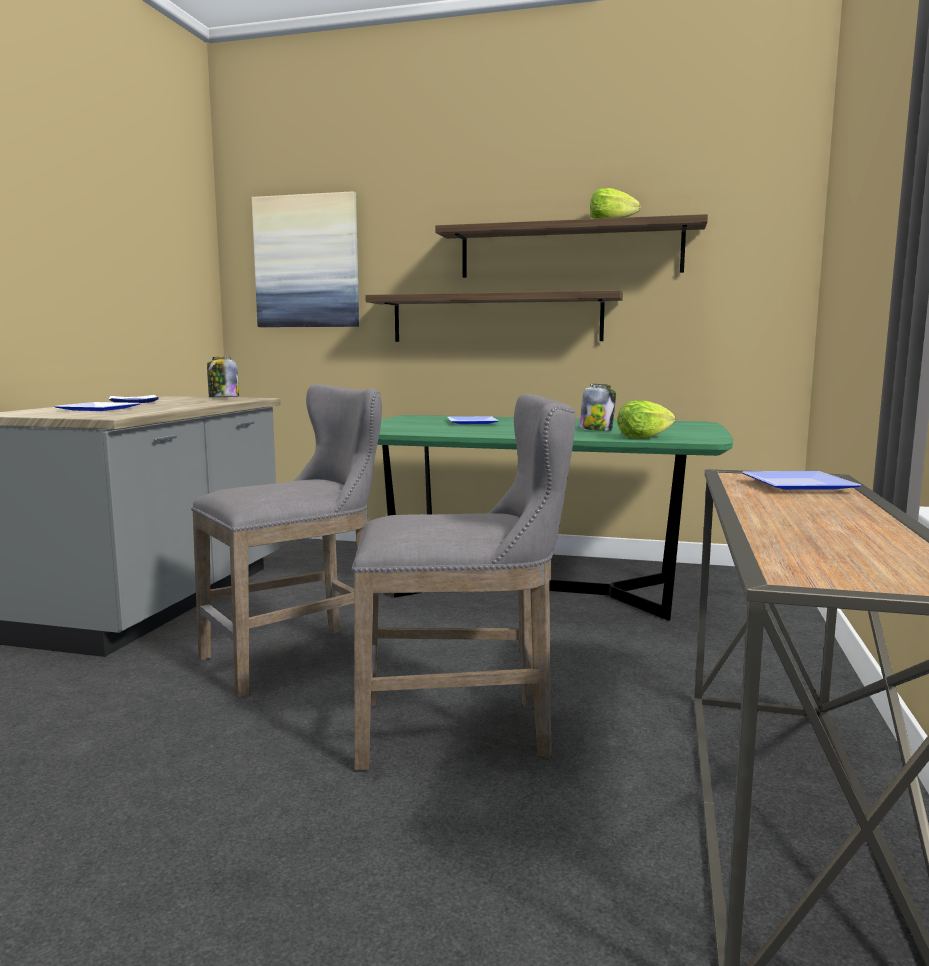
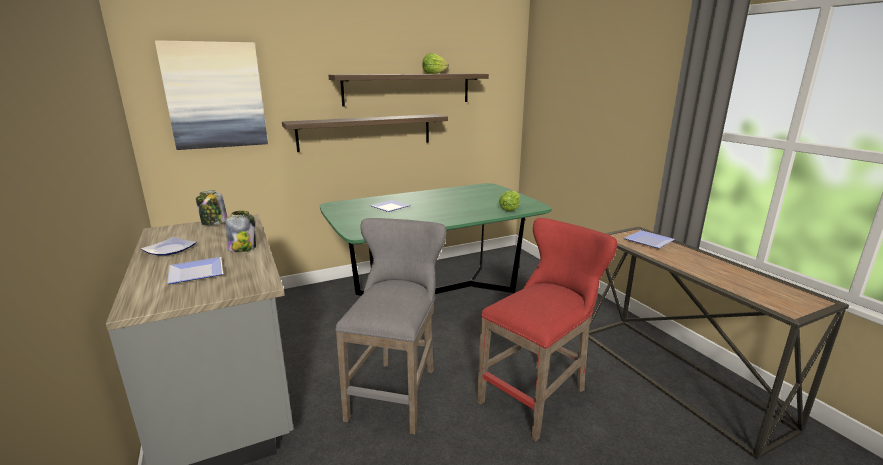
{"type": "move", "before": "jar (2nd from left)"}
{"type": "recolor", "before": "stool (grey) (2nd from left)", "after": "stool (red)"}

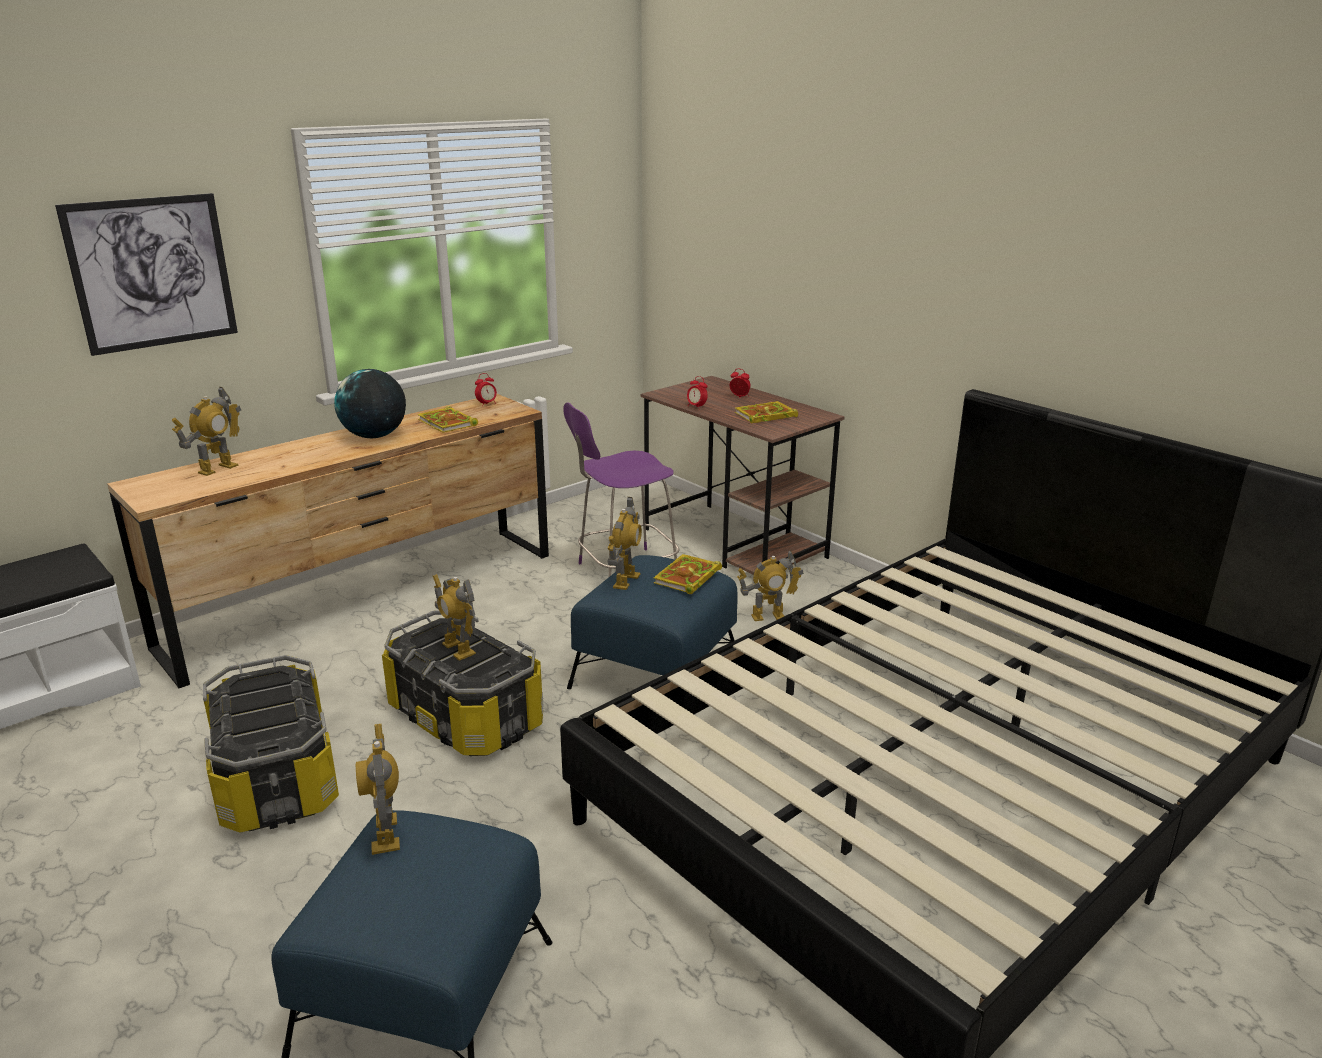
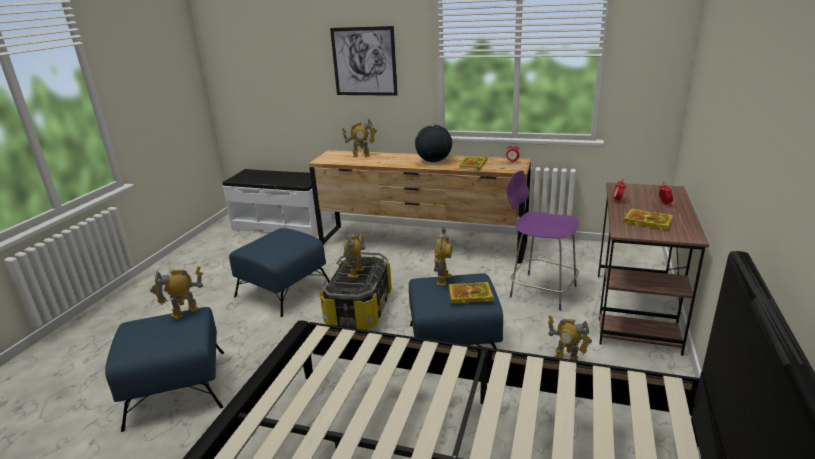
{"type": "replace", "before": "storage box (1st from left)", "after": "ottoman (blue) (2nd from left)"}
{"type": "rotate", "before": "toy robot (4th from left)", "turn": -60}

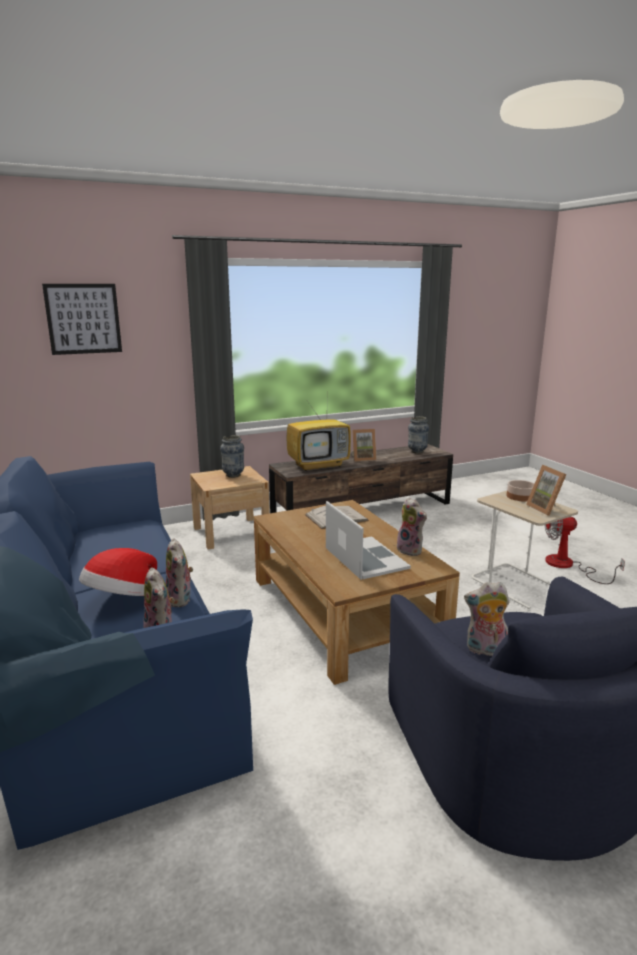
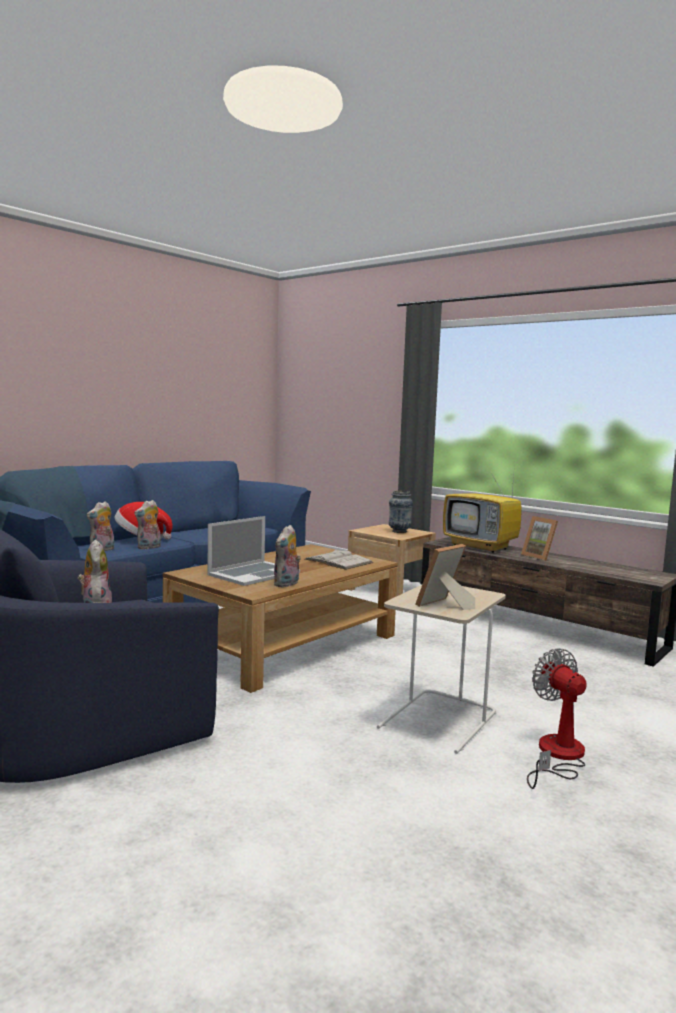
{"type": "delete", "before": "picture"}
{"type": "delete", "before": "vase (2nd from left)"}
{"type": "delete", "before": "bowl"}

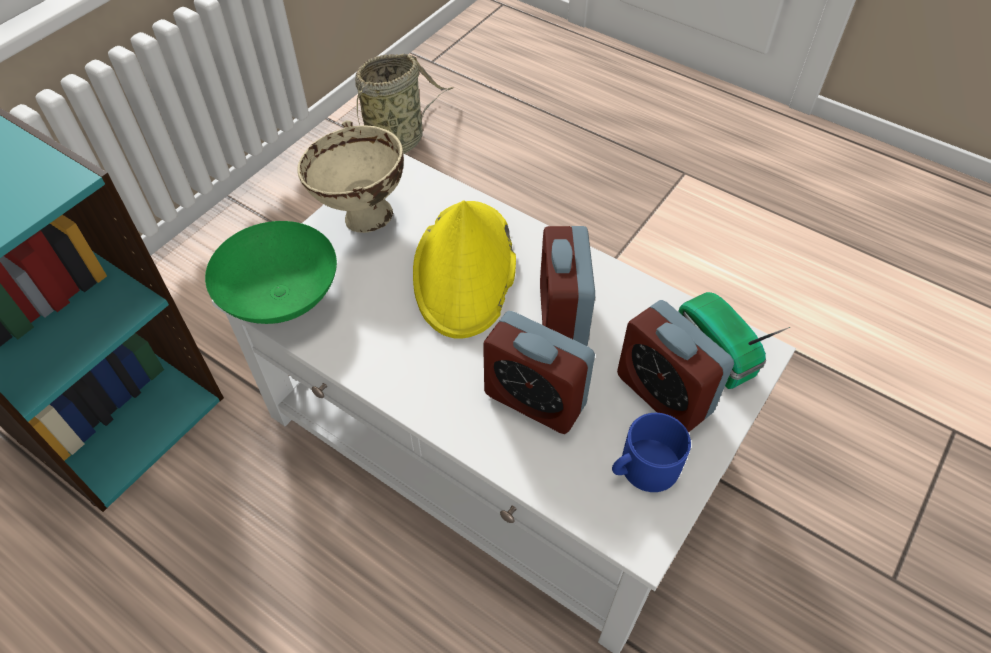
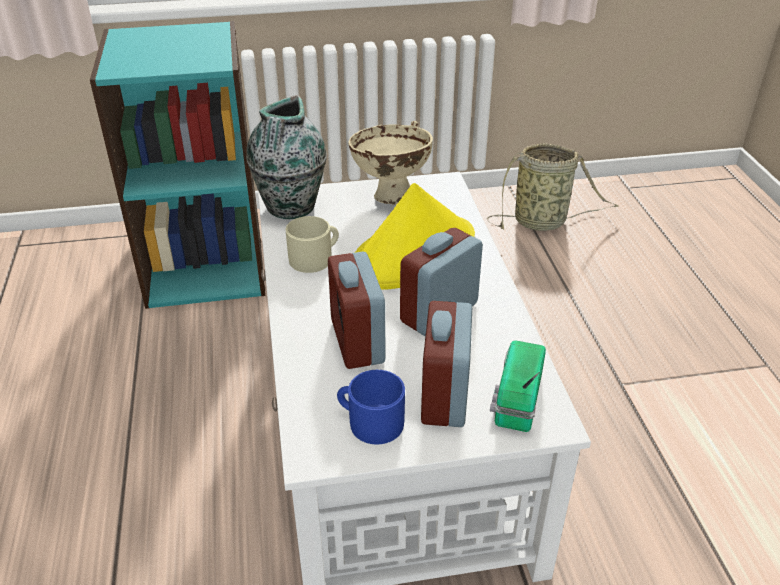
{"type": "replace", "before": "bowl (green)", "after": "vase"}
{"type": "insert", "after": "mug (beige)"}

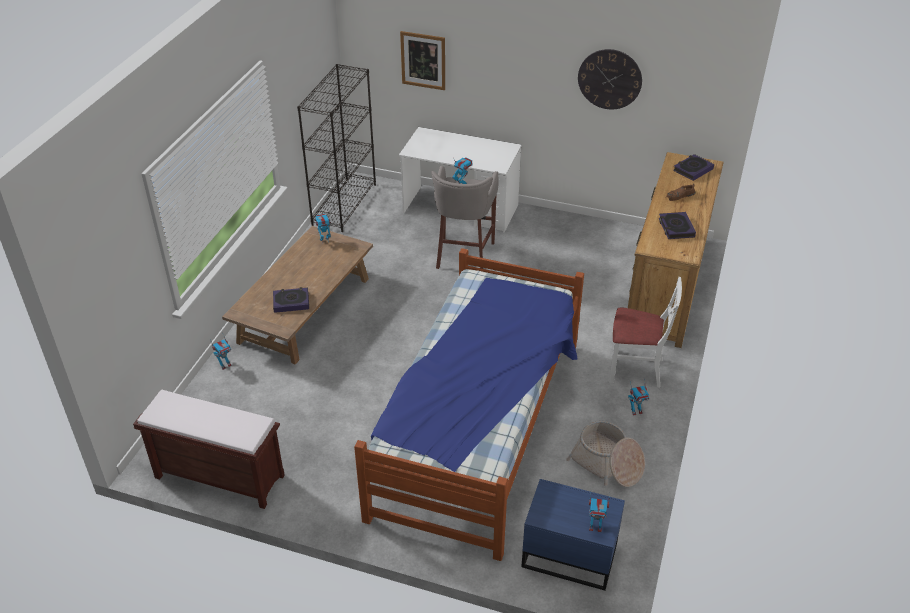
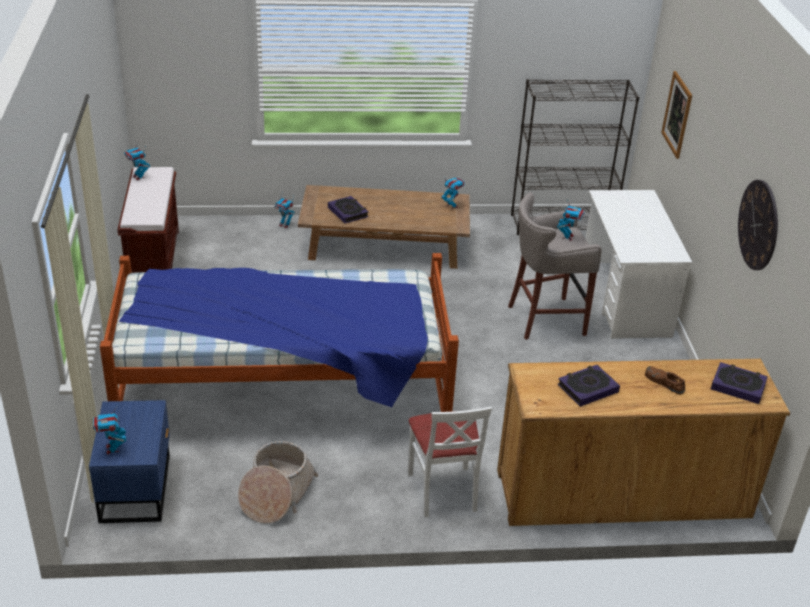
{"type": "move", "before": "toy robot (5th from left in the first image)", "after": "toy robot (2nd from left)"}

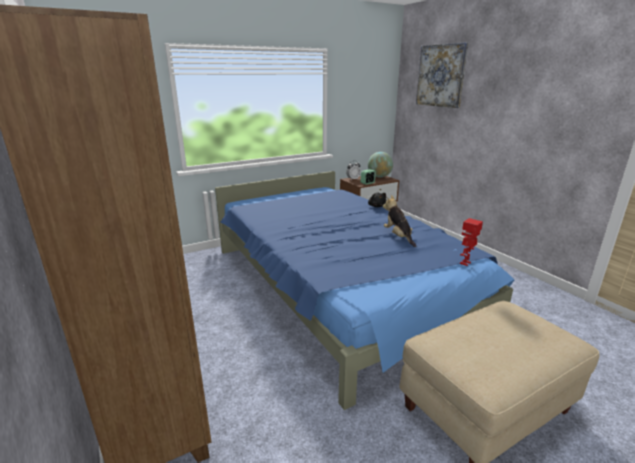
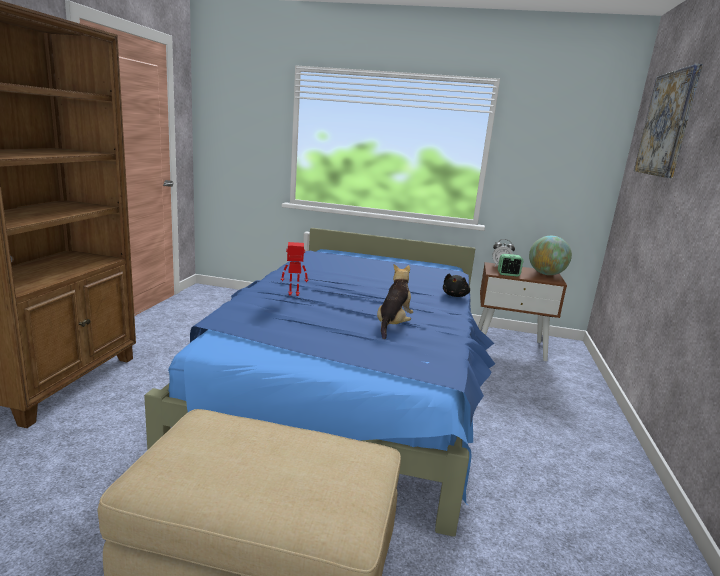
{"type": "move", "before": "toy robot"}

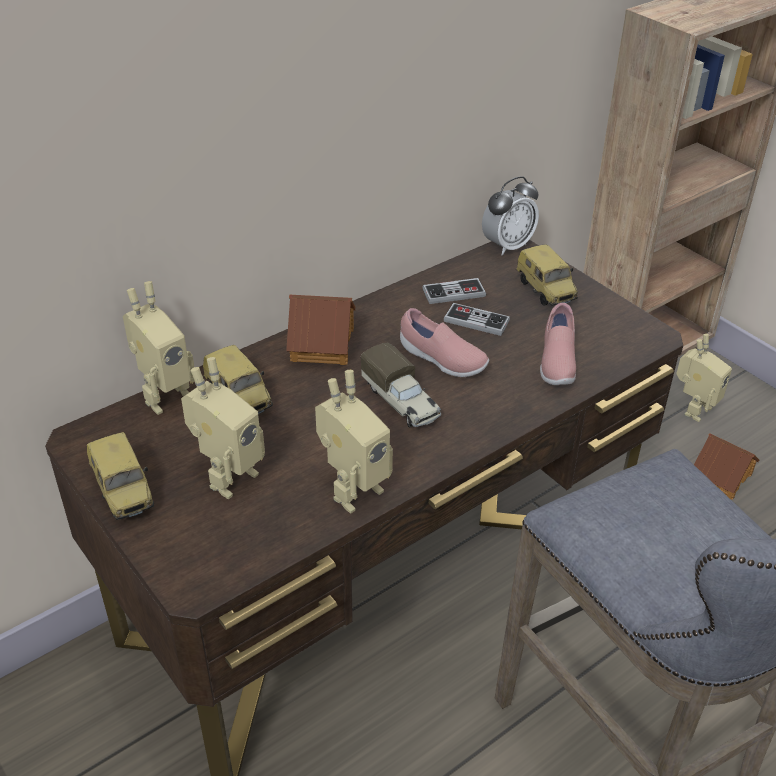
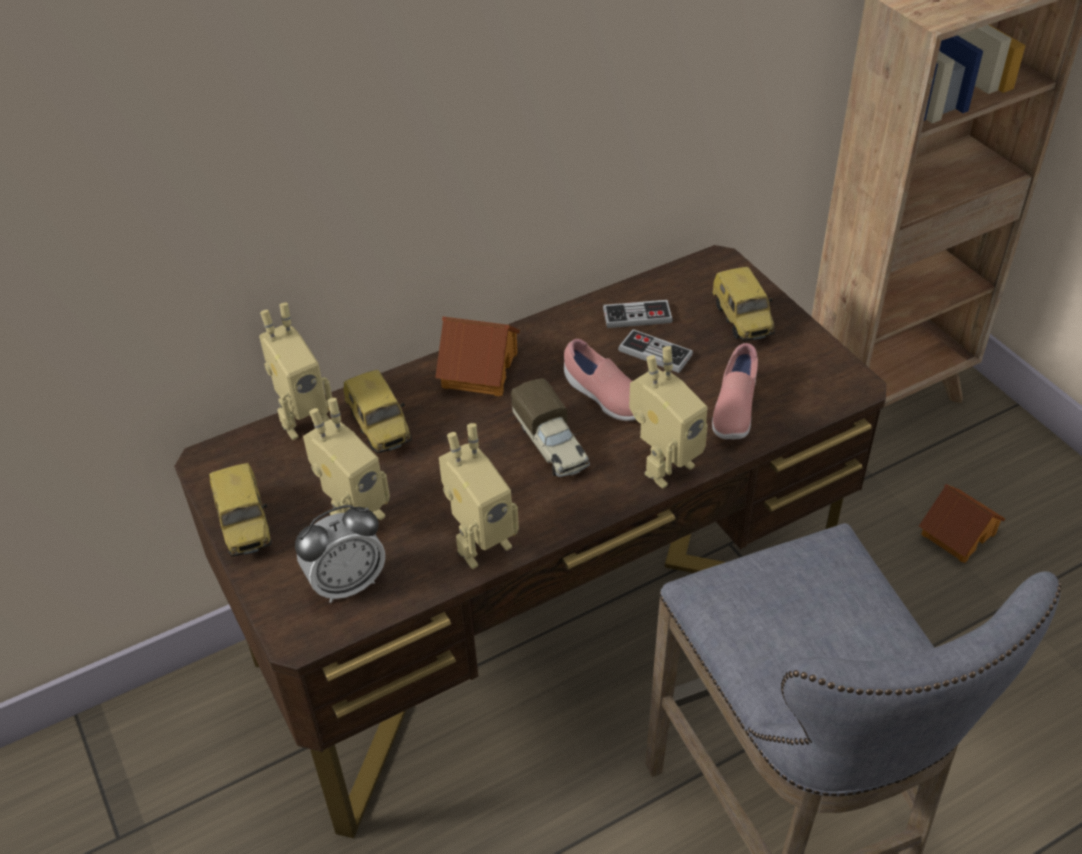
{"type": "move", "before": "alarm clock"}
{"type": "move", "before": "toy robot (4th from left)"}

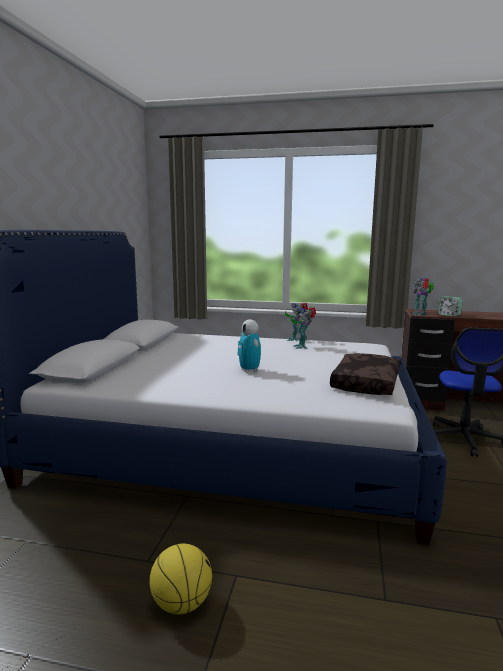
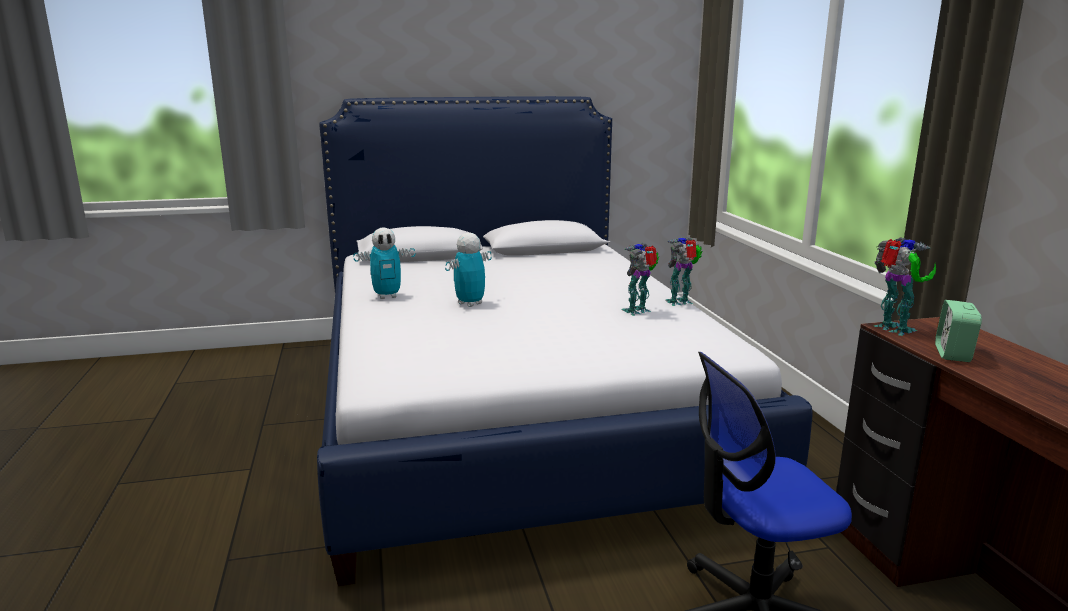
{"type": "insert", "after": "toy robot (1st from left)"}
{"type": "delete", "before": "basketball"}
{"type": "delete", "before": "pillow (brown)"}

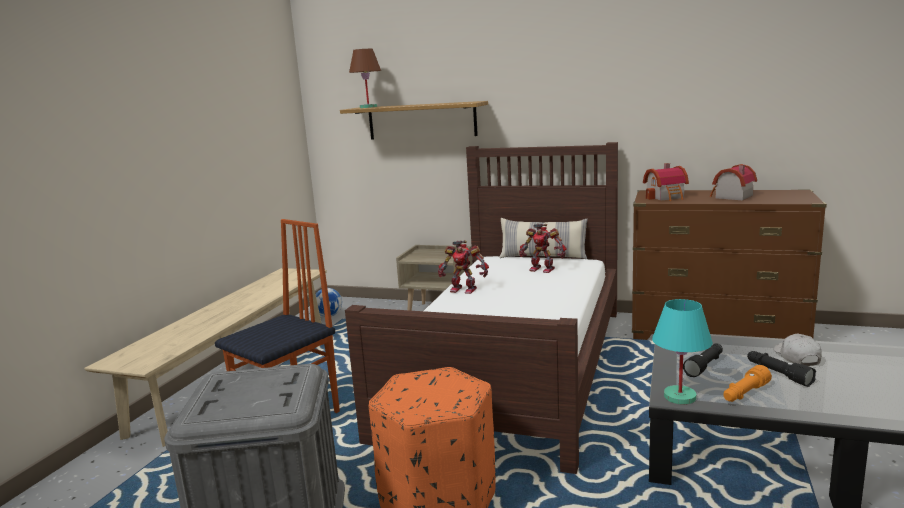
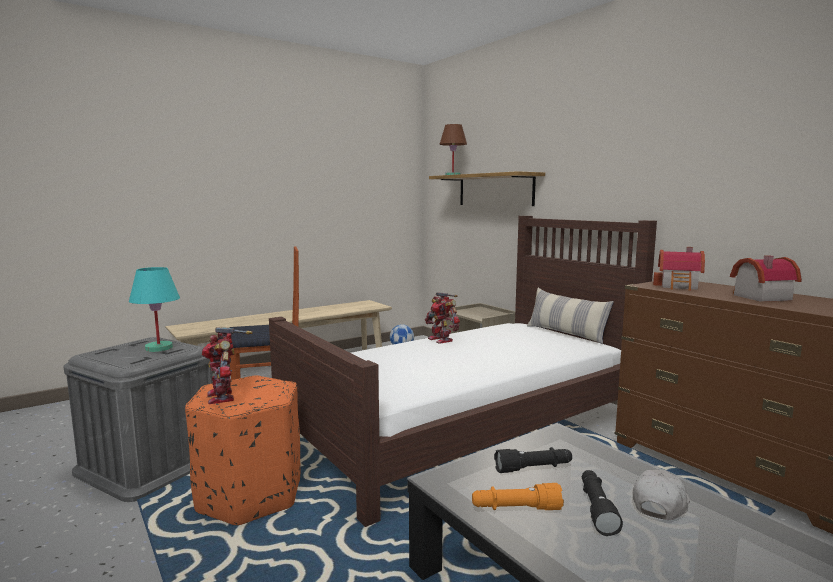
{"type": "move", "before": "table lamp (turquoise)"}
{"type": "move", "before": "toy robot (2nd from left in the first image)", "after": "toy robot (1st from left)"}

